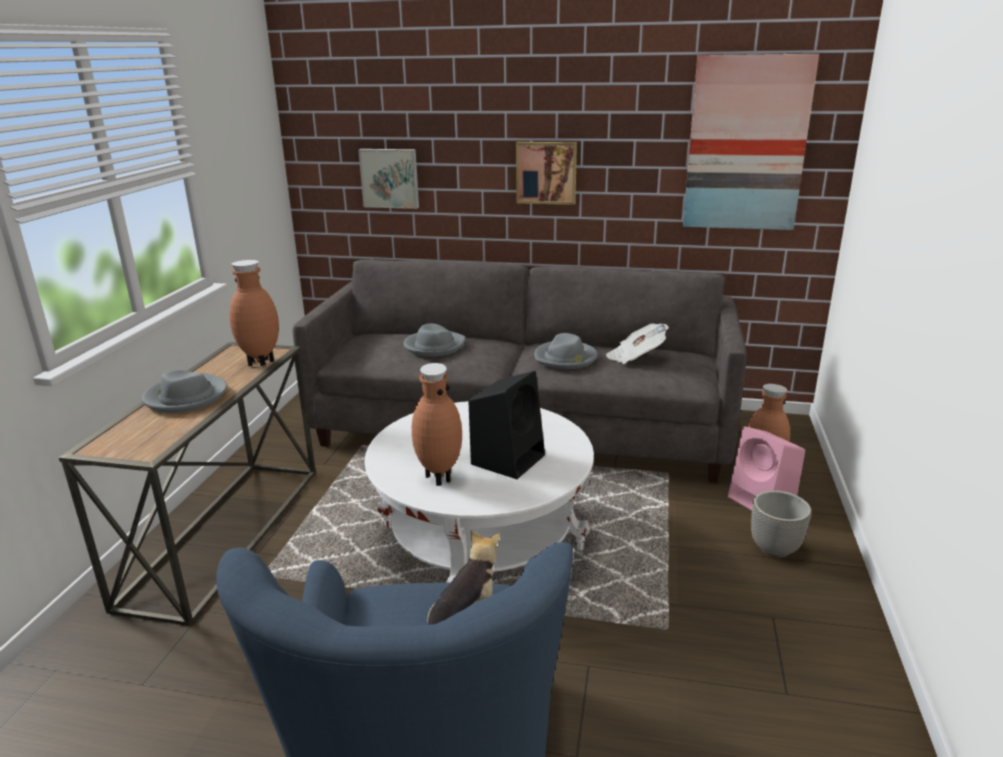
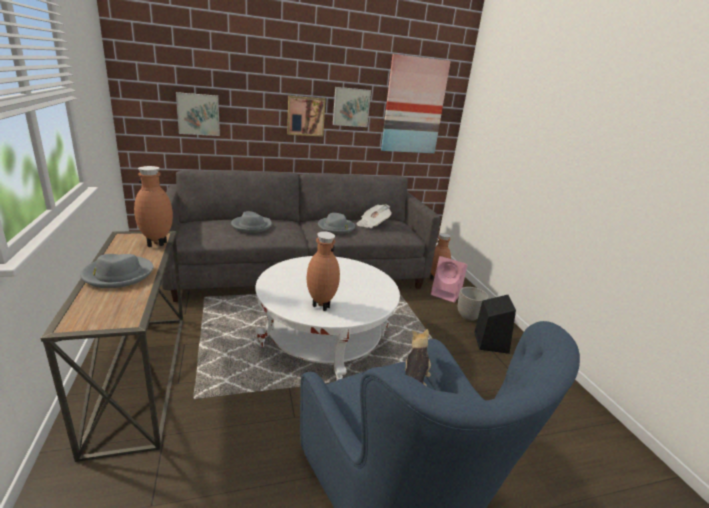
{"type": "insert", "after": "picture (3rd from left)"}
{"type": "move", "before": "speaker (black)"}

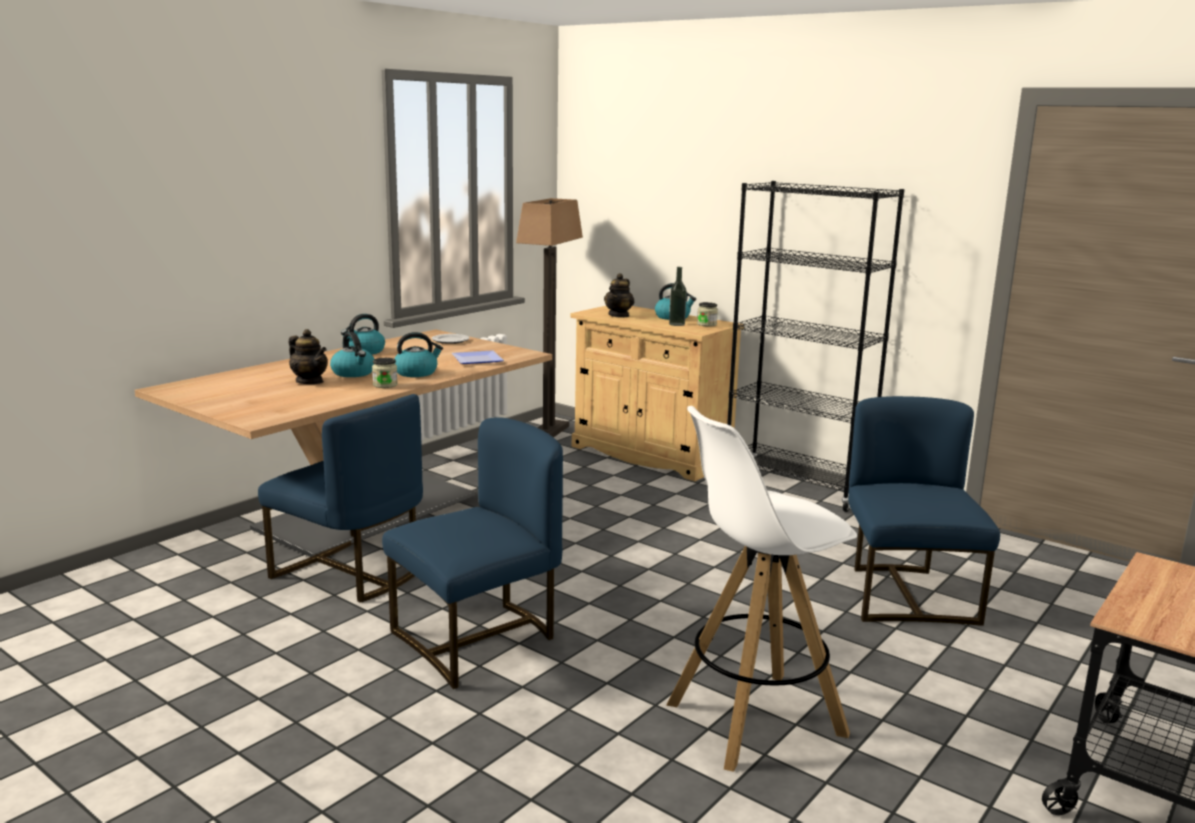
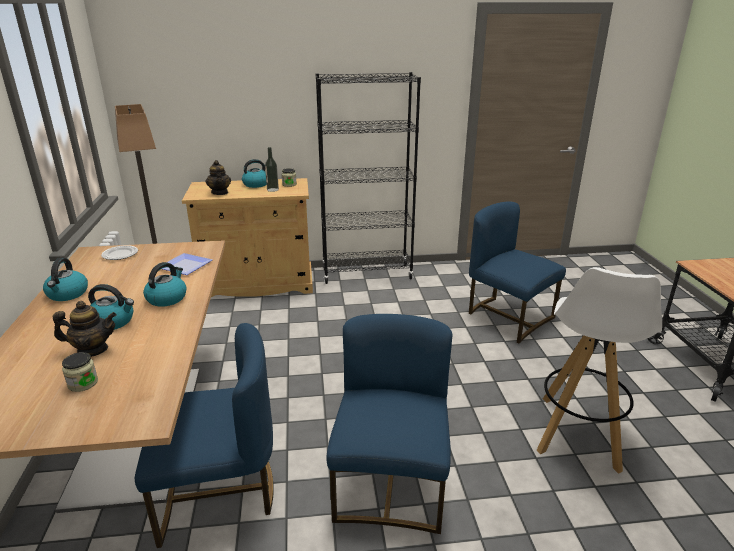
{"type": "move", "before": "jar (1st from left)"}

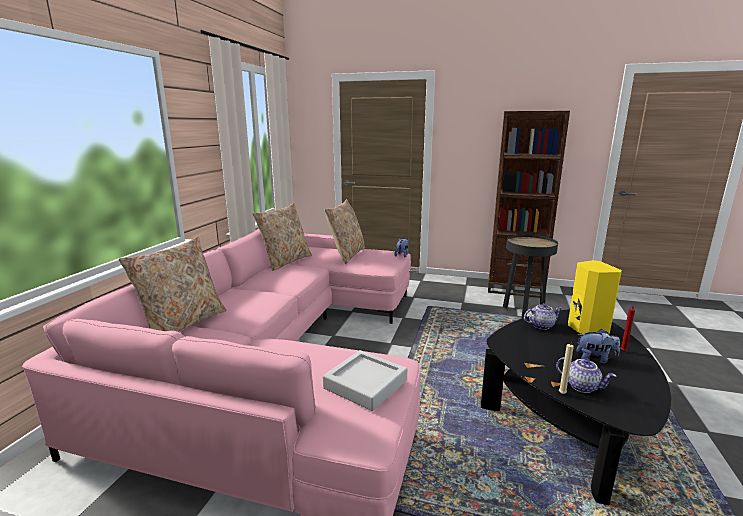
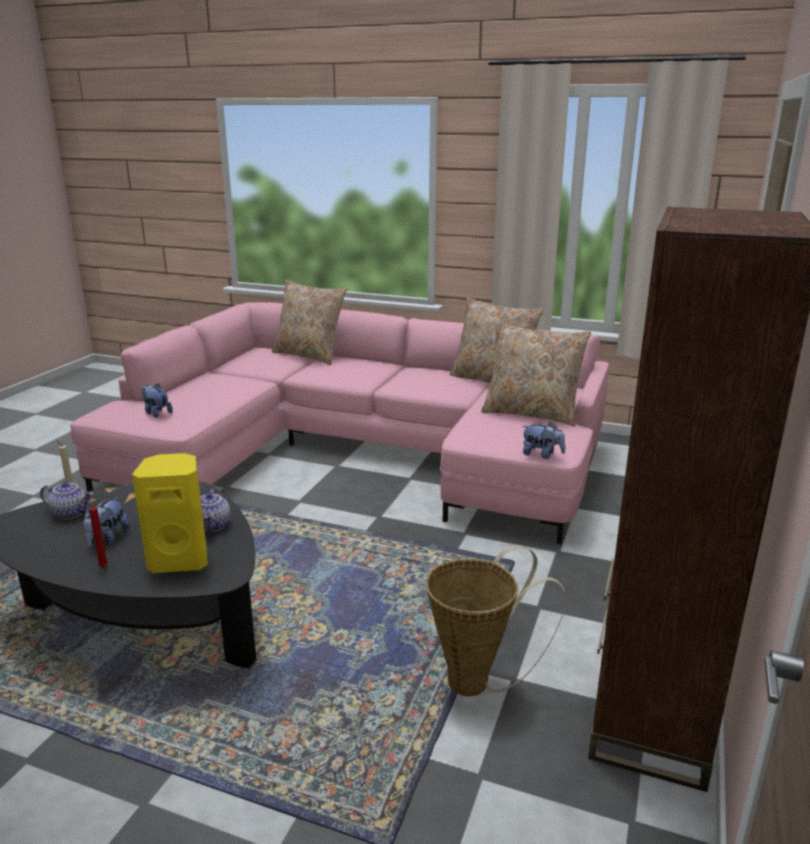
{"type": "rotate", "before": "teapot (2nd from left in the first image)", "turn": -120}
{"type": "replace", "before": "tray (grey)", "after": "plush toy (2nd from left)"}
{"type": "replace", "before": "side table (black)", "after": "basket"}

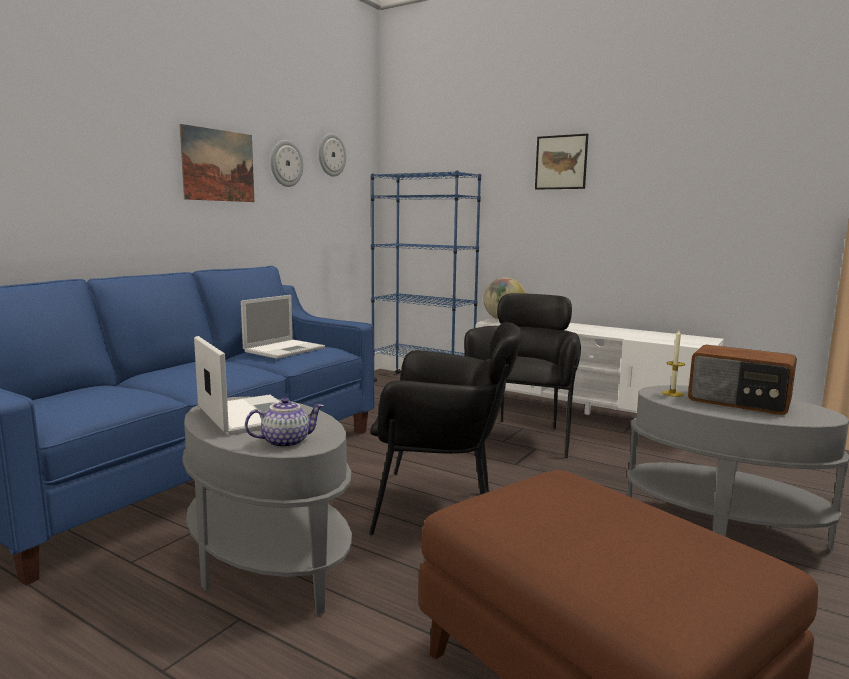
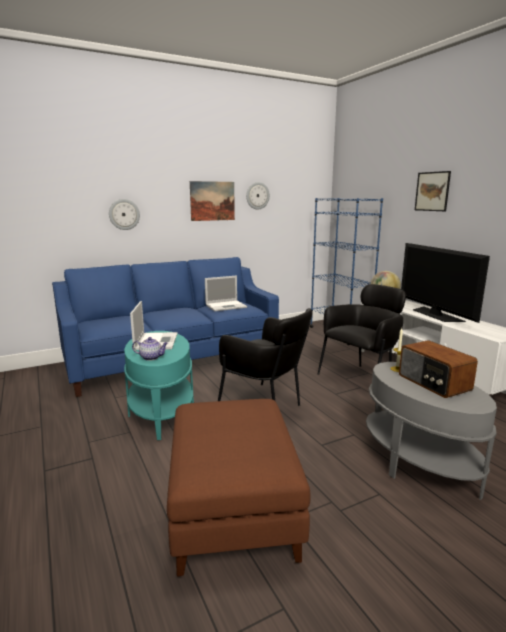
{"type": "move", "before": "wall clock (2nd from left in the first image)", "after": "wall clock (1st from left)"}
{"type": "recolor", "before": "side table (grey) (1st from left)", "after": "side table (turquoise)"}
{"type": "insert", "after": "television"}

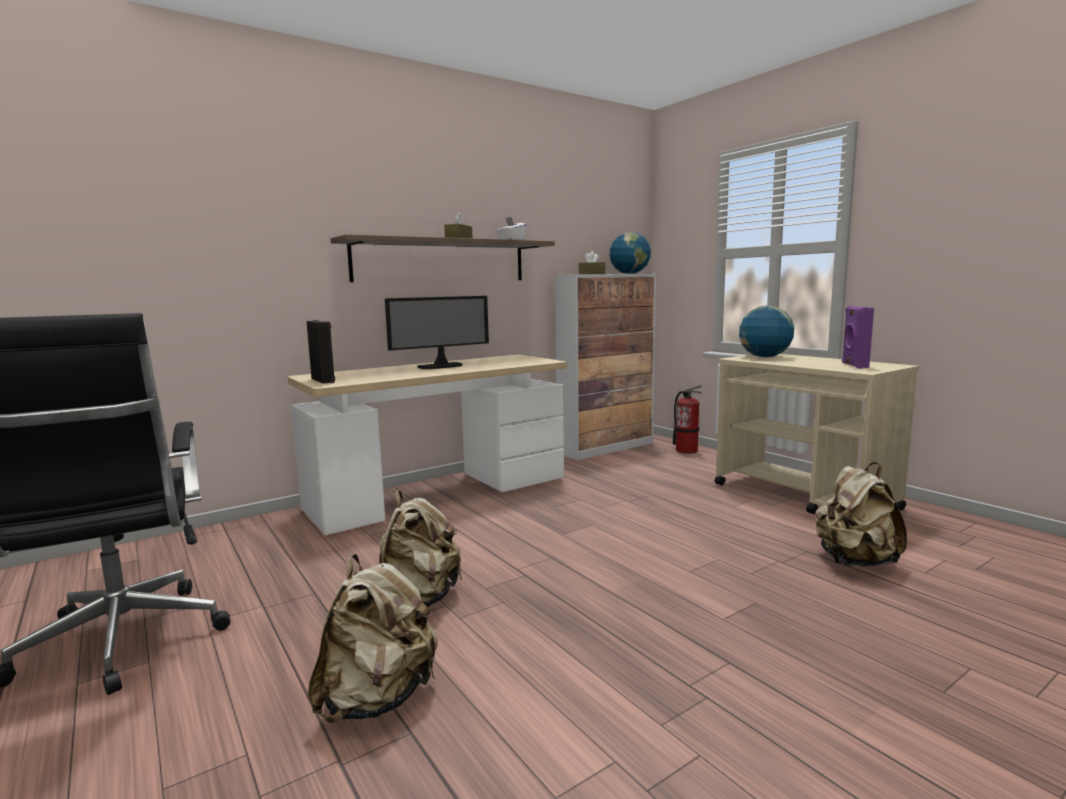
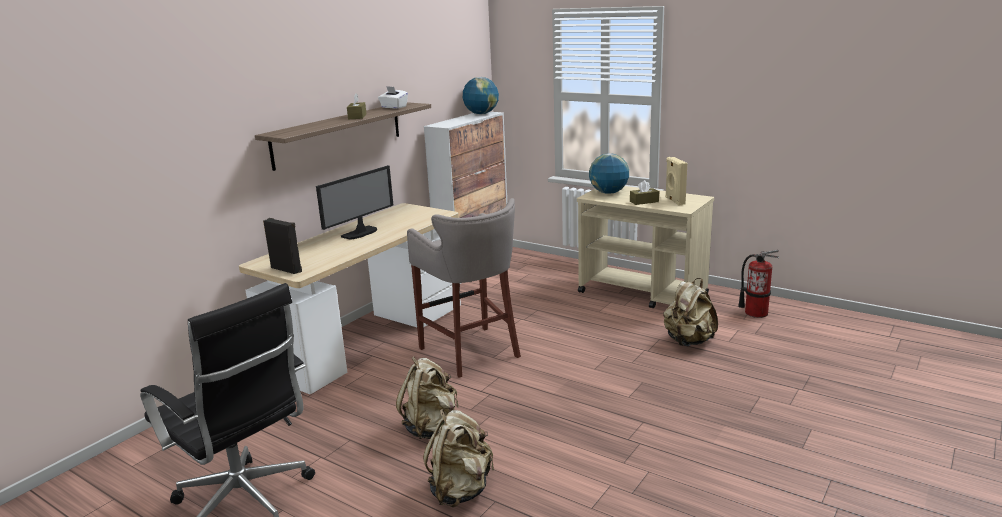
{"type": "insert", "after": "stool (grey)"}
{"type": "move", "before": "tissue box (brown) (2nd from left)"}
{"type": "recolor", "before": "speaker (purple)", "after": "speaker (beige)"}
{"type": "move", "before": "fire extinguisher"}

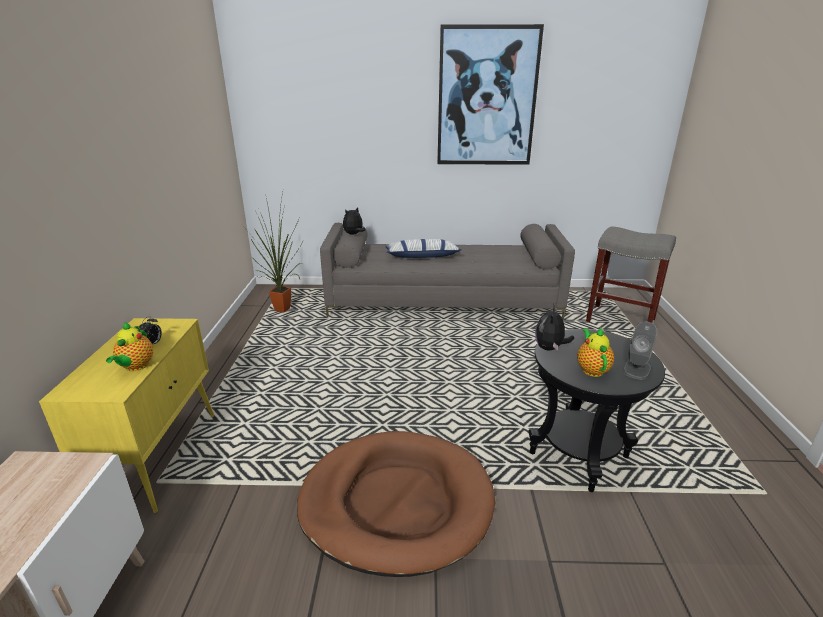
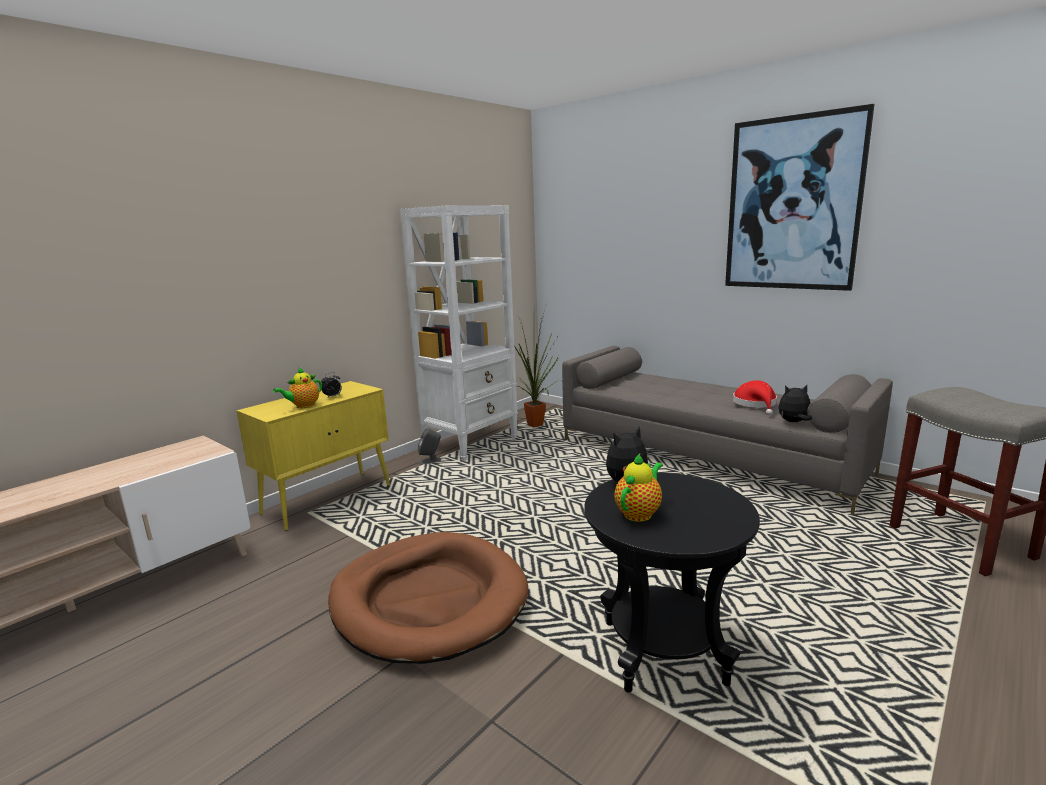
{"type": "insert", "after": "bookcase (white)"}
{"type": "move", "before": "speaker (grey)"}
{"type": "insert", "after": "hat (red)"}
{"type": "move", "before": "plush toy (1st from left in the first image)", "after": "plush toy (2nd from left)"}
{"type": "delete", "before": "pillow"}

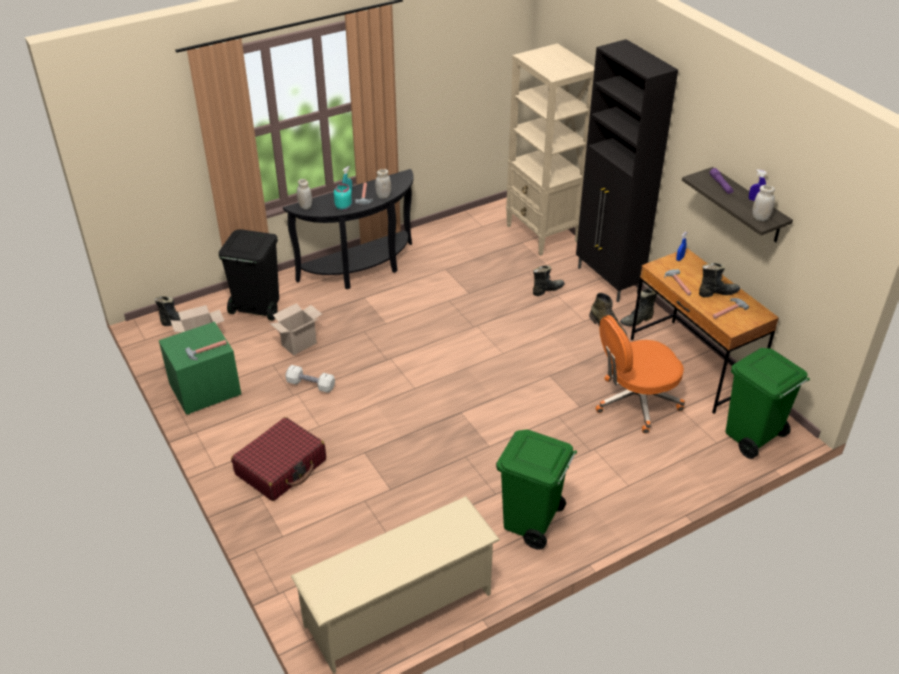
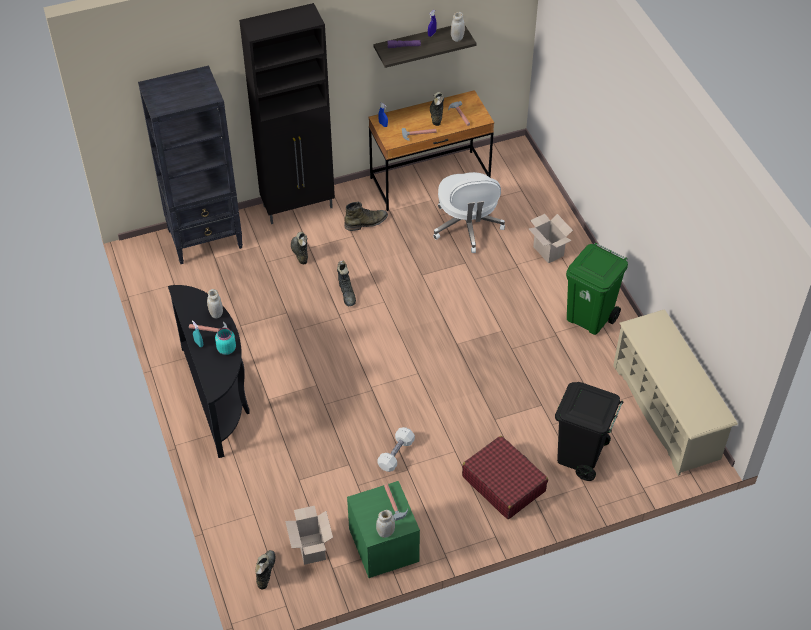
{"type": "recolor", "before": "bookcase (beige)", "after": "bookcase (black)"}
{"type": "move", "before": "boot (black) (3rd from left)"}
{"type": "move", "before": "jar (white) (1st from left in the first image)", "after": "jar (white) (2nd from left)"}
{"type": "recolor", "before": "office chair (orange)", "after": "office chair (white)"}
{"type": "move", "before": "cardboard box (2nd from left)"}
{"type": "move", "before": "trash can (black)"}
{"type": "delete", "before": "trash can (green) (2nd from left)"}

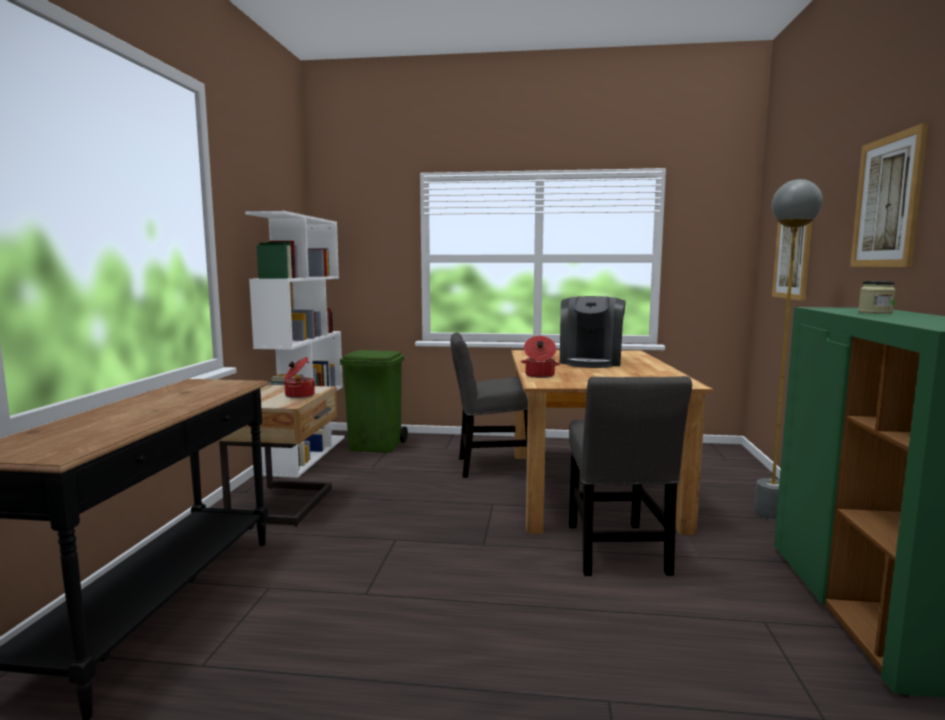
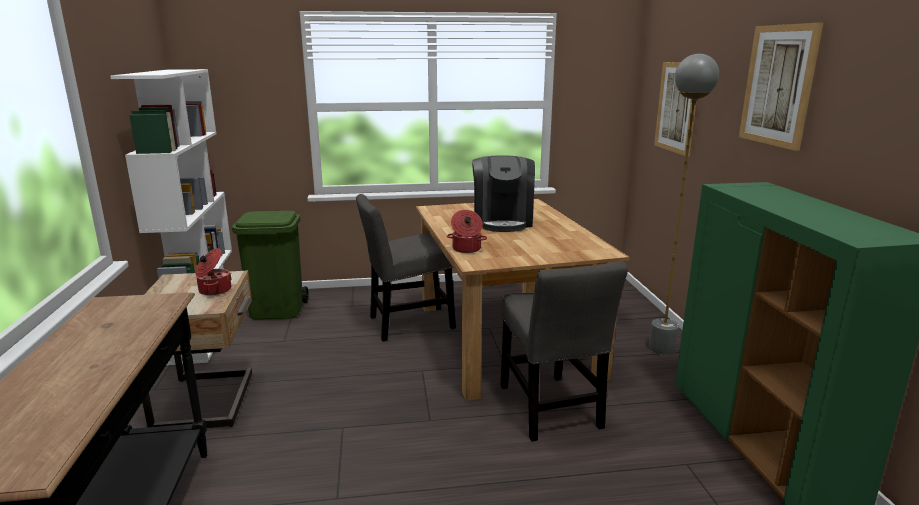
{"type": "delete", "before": "jar"}

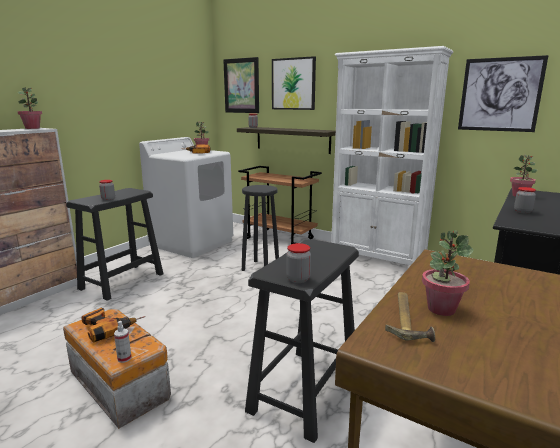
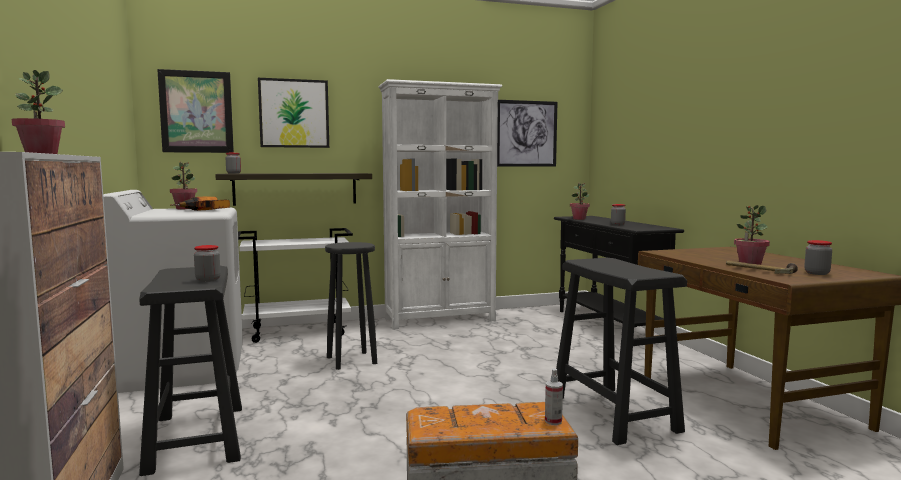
{"type": "recolor", "before": "cart (brown)", "after": "cart (white)"}
{"type": "move", "before": "jar (3rd from left in the first image)", "after": "jar (4th from left)"}
{"type": "delete", "before": "power drill (1st from left)"}

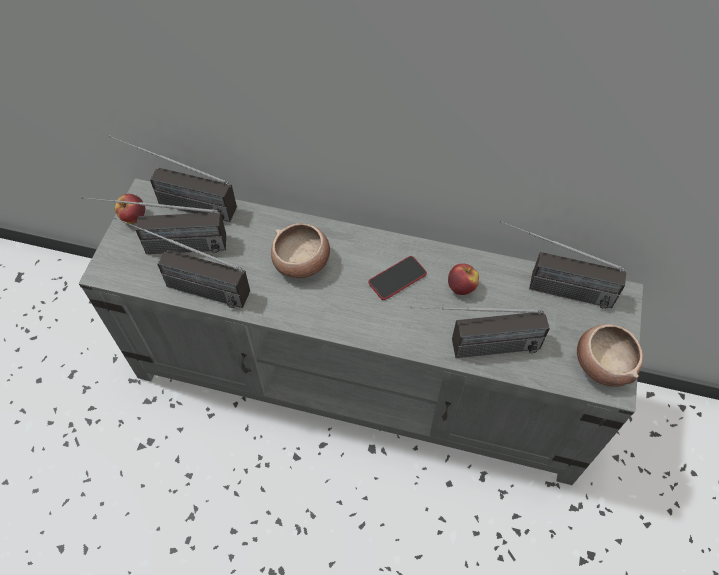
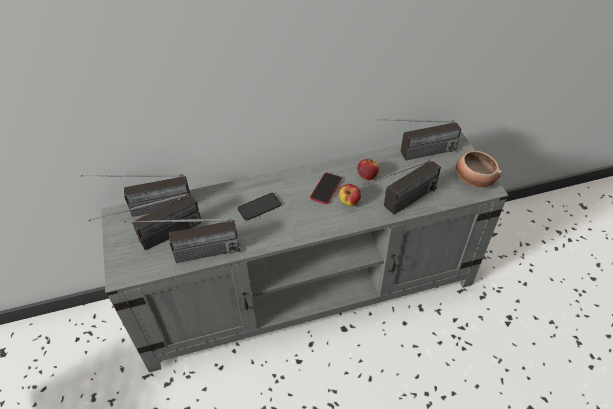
{"type": "replace", "before": "bowl (1st from left)", "after": "phone (1st from left)"}
{"type": "move", "before": "apple (1st from left)"}

